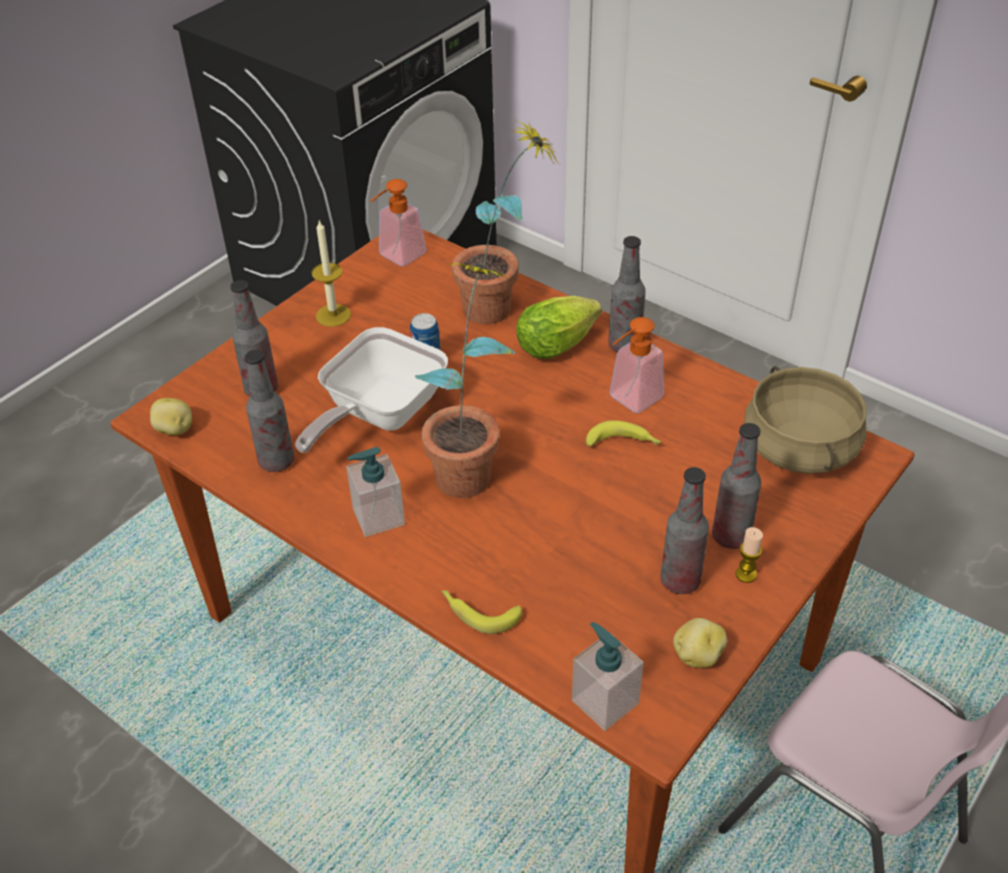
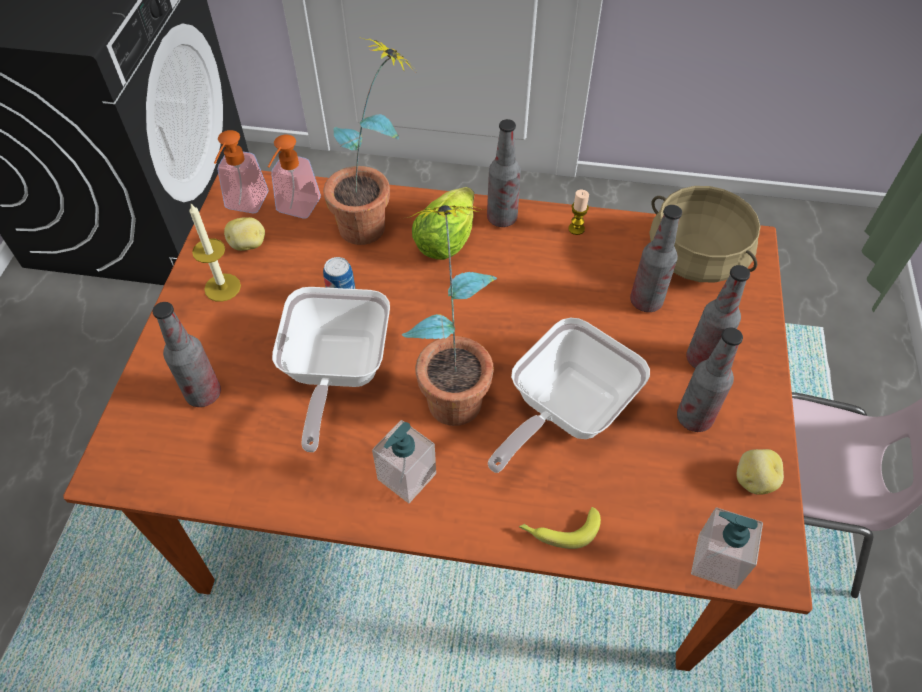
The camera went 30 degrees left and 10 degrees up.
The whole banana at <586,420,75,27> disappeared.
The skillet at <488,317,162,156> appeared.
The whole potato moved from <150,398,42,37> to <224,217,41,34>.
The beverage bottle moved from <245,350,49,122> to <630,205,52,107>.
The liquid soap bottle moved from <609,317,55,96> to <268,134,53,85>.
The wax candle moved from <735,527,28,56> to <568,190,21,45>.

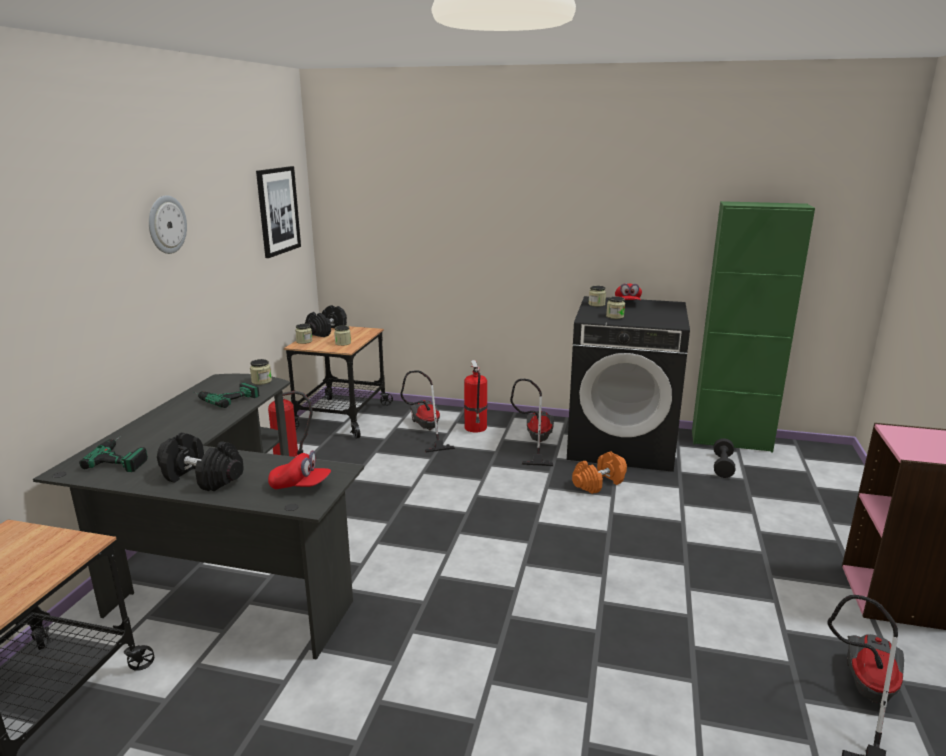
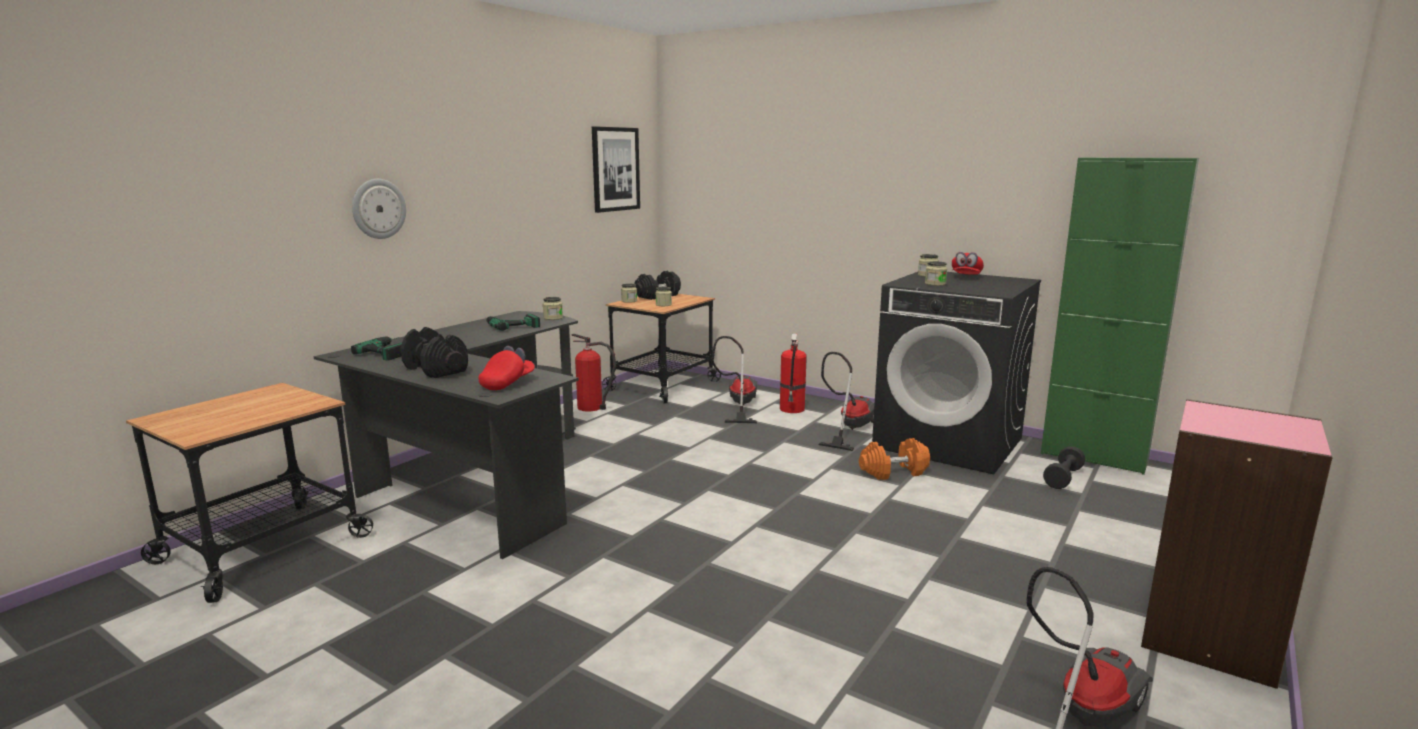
The camera went 20 degrees right and 5 degrees down.
The hanging clock moved from <149,195,38,59> to <352,179,54,60>.
The cap/reddish at <268,450,63,39> turned 90 degrees counterclockwise.

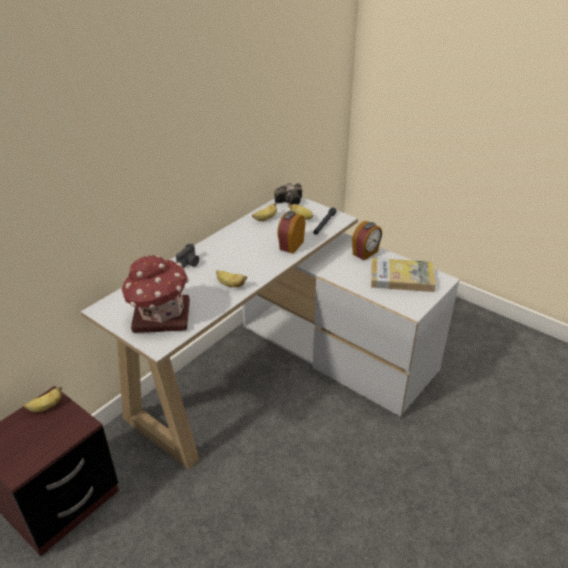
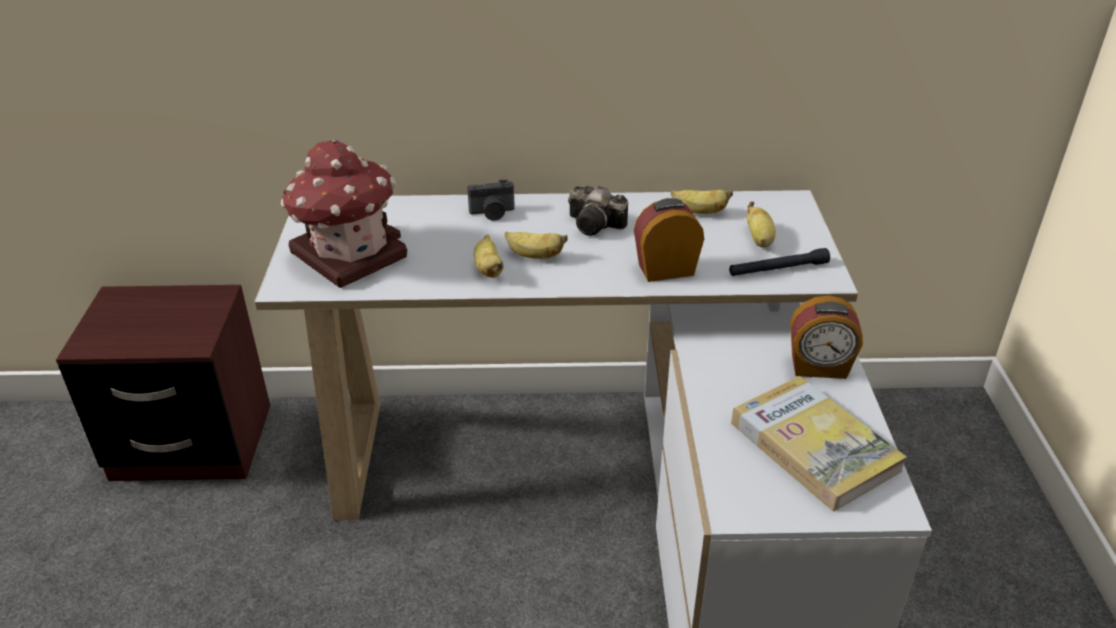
The camera went 50 degrees right and 0 degrees up.
The whole banana moved from <23,386,39,26> to <505,232,63,27>.
The still camera moved from <275,183,27,22> to <568,186,60,50>.

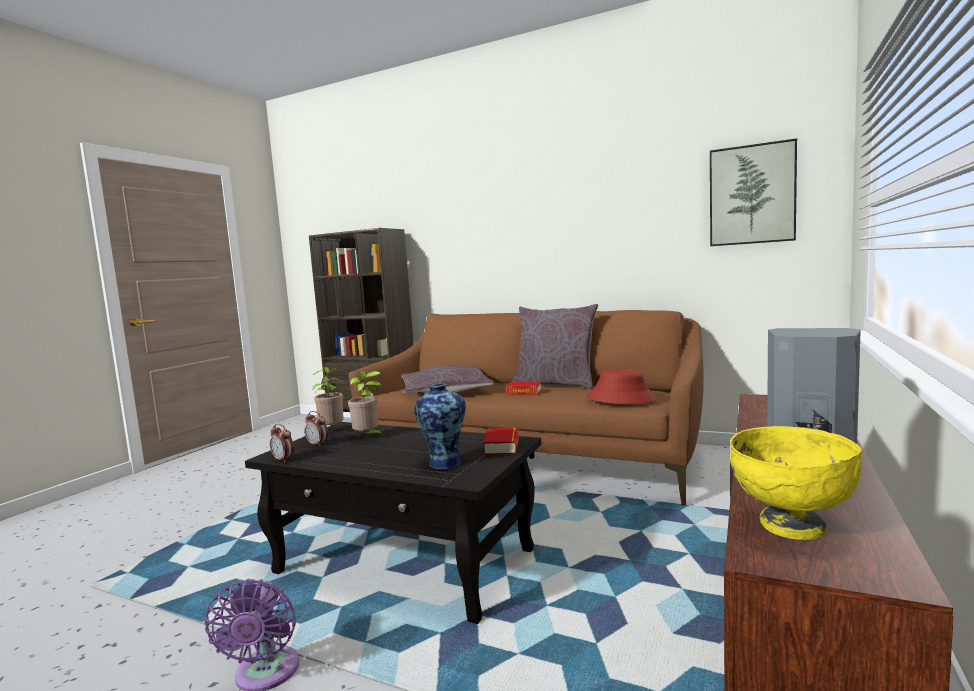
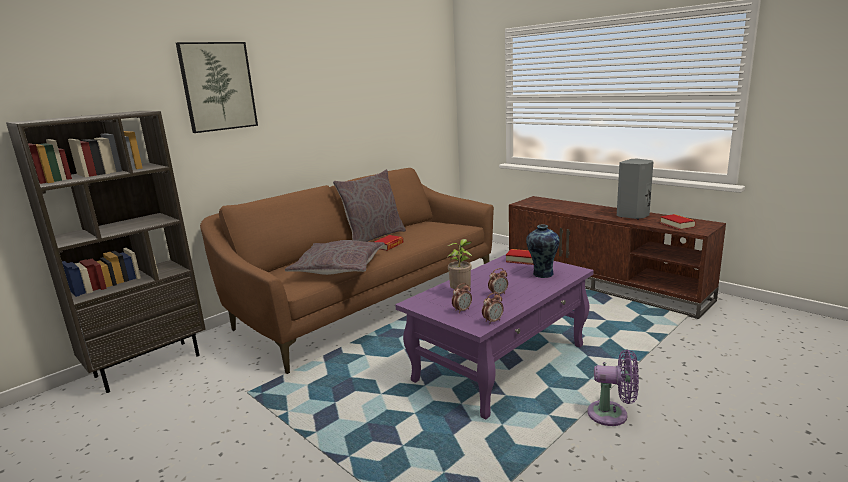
The camera went 70 degrees left and 10 degrees up.
The plant in a pot at <313,366,31,60> disappeared.
The wearable hat/reddish at <587,369,70,35> disappeared.
The bedside clock at <488,268,20,28> appeared.
The picture moved from <710,138,87,108> to <176,42,82,91>.
The serving bowl/yellow-coloured at <730,426,132,114> was replaced by the book at <660,214,36,16>.
The low table/black at <245,422,297,202> became the low table/purple at <395,255,199,164>.

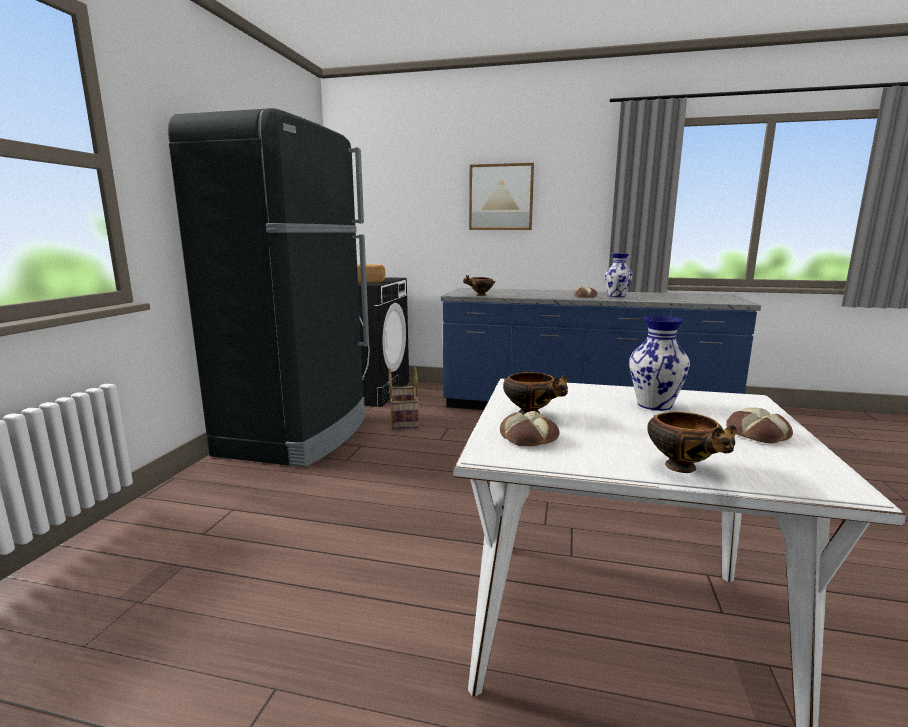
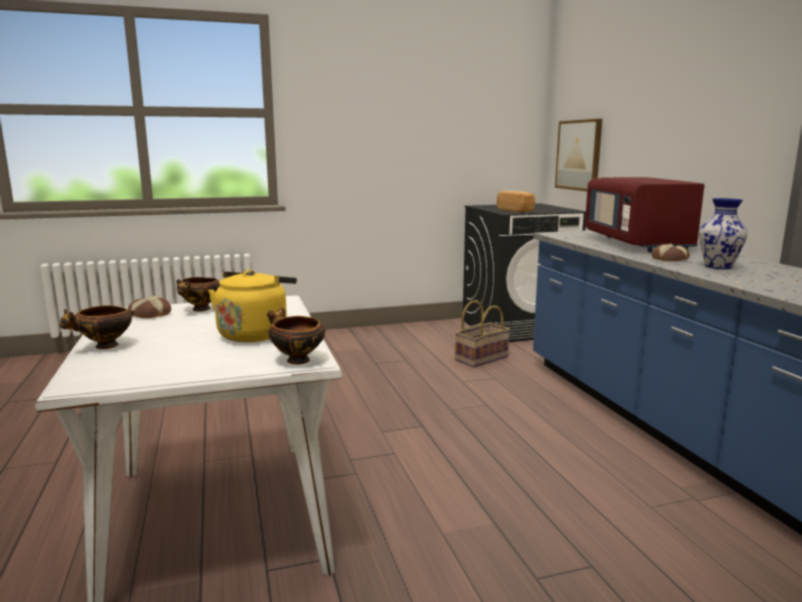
The camera went 60 degrees right and 0 degrees up.
The kitchen fridge/black at <168,108,201,359> disappeared.
The bread at <726,408,67,36> disappeared.
The kitchen microwave/reddish at <585,177,119,75> appeared.
The serving bowl moved from <463,275,33,21> to <267,308,58,57>.
The picture moved from <469,163,65,67> to <555,119,47,72>.
The vase at <629,316,61,95> was replaced by the kettle/yellow-coloured at <208,270,89,72>.

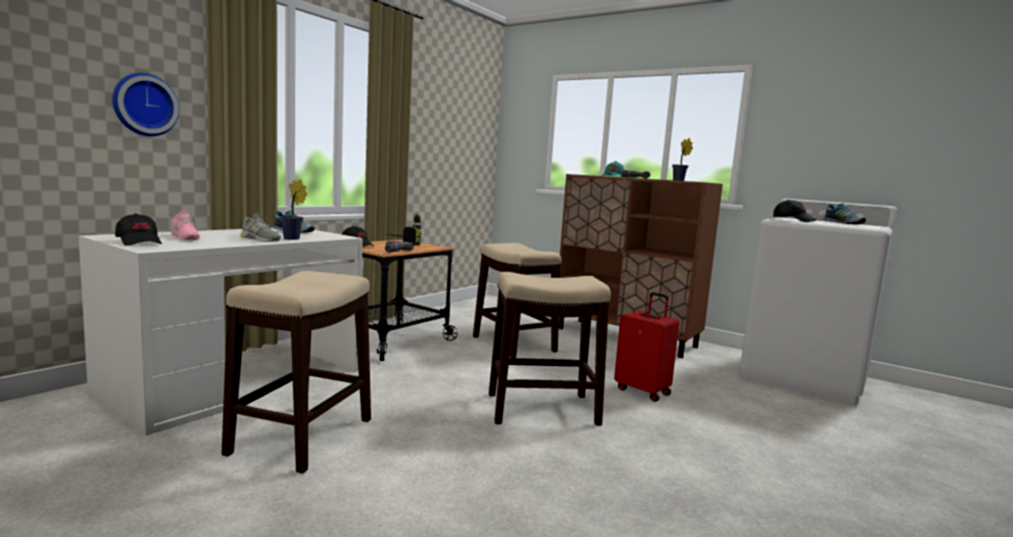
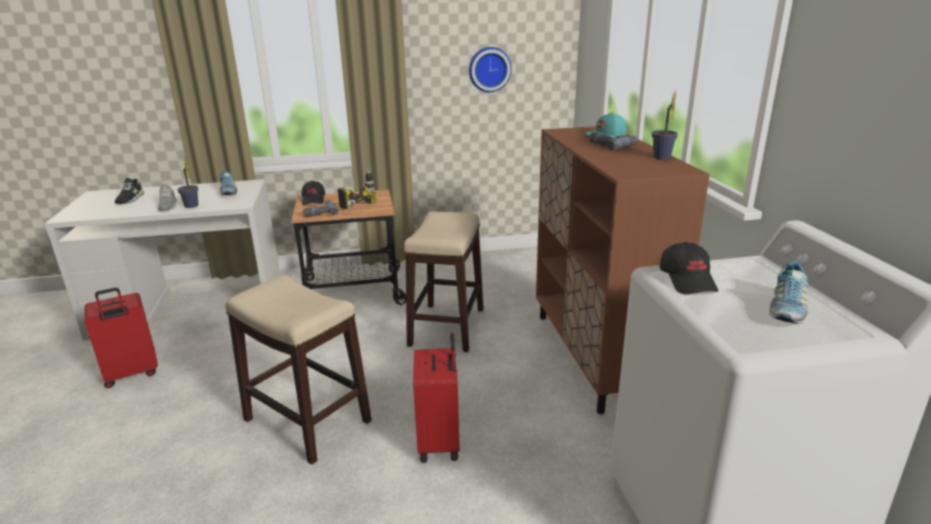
The camera went 45 degrees right and 15 degrees up.
The cap/black at <115,213,47,33> disappeared.
The hanging clock moved from <112,73,67,63> to <469,47,43,45>.
The stool at <222,271,149,203> was replaced by the suitcase/reddish at <84,288,74,100>.
The low shoe/pink-coloured at <171,211,29,29> became the low shoe/black at <115,178,29,26>.

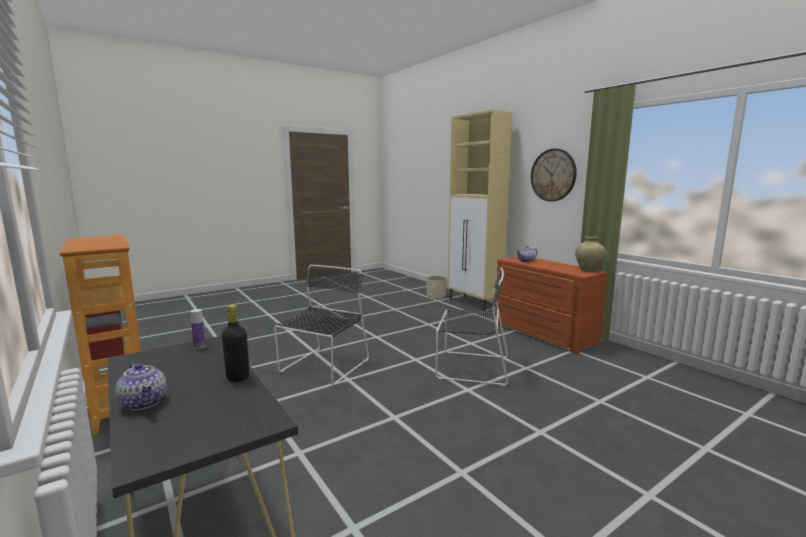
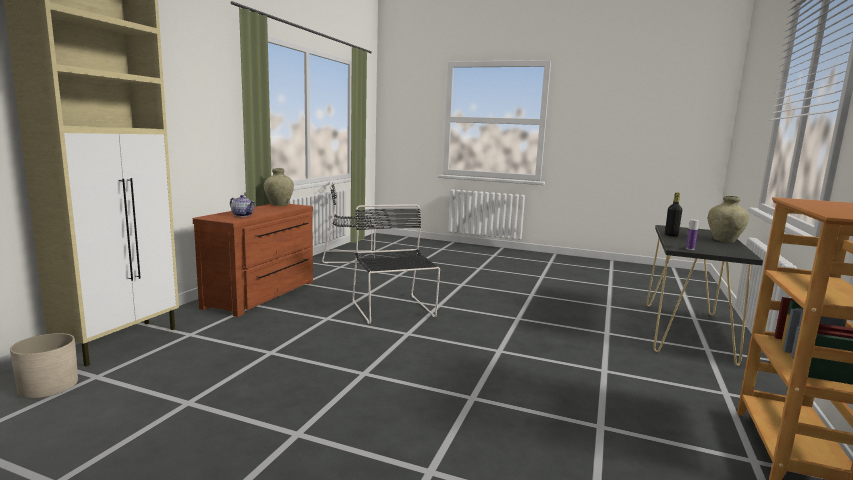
The camera went 125 degrees left and 0 degrees up.
The hanging clock at <531,149,46,53> disappeared.
The plain chair/black moved from <274,265,95,120> to <322,182,53,81>.
The tea pot at <115,363,52,47> was replaced by the vase/beige-coloured at <708,196,41,46>.

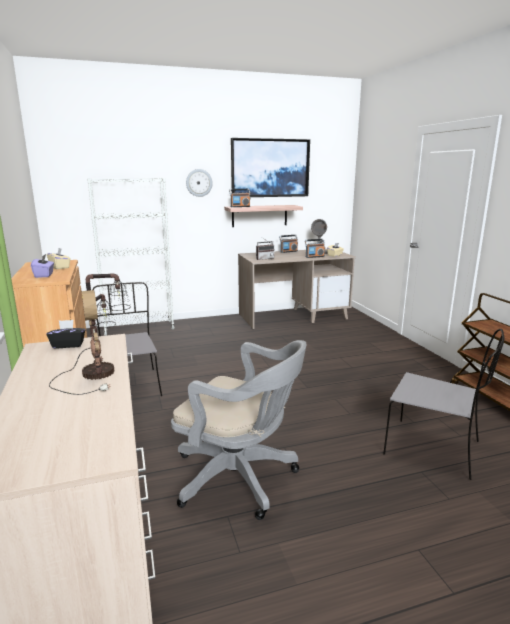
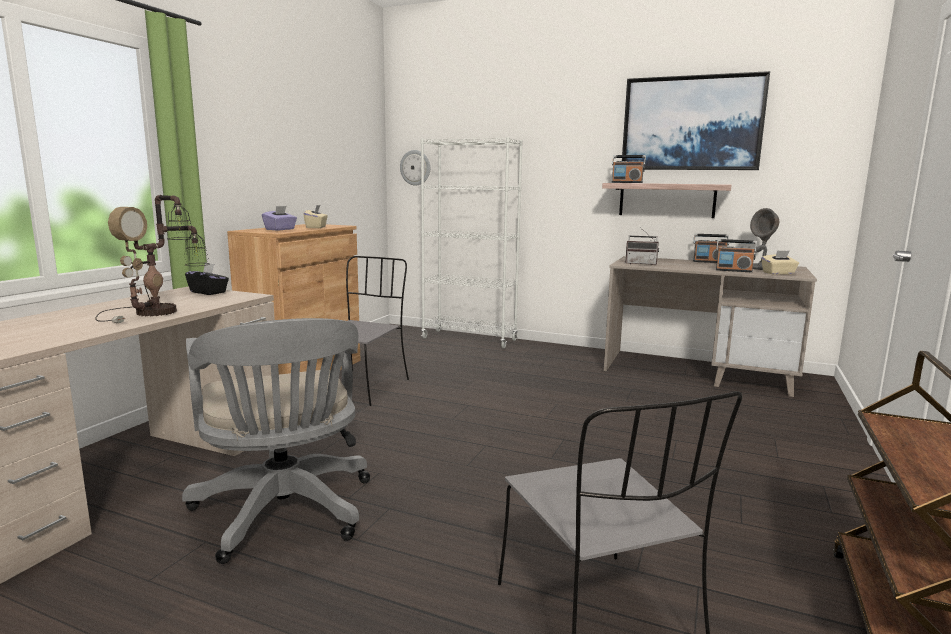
The camera went 40 degrees right and 5 degrees down.
The hanging clock moved from <186,169,27,28> to <400,150,30,35>.

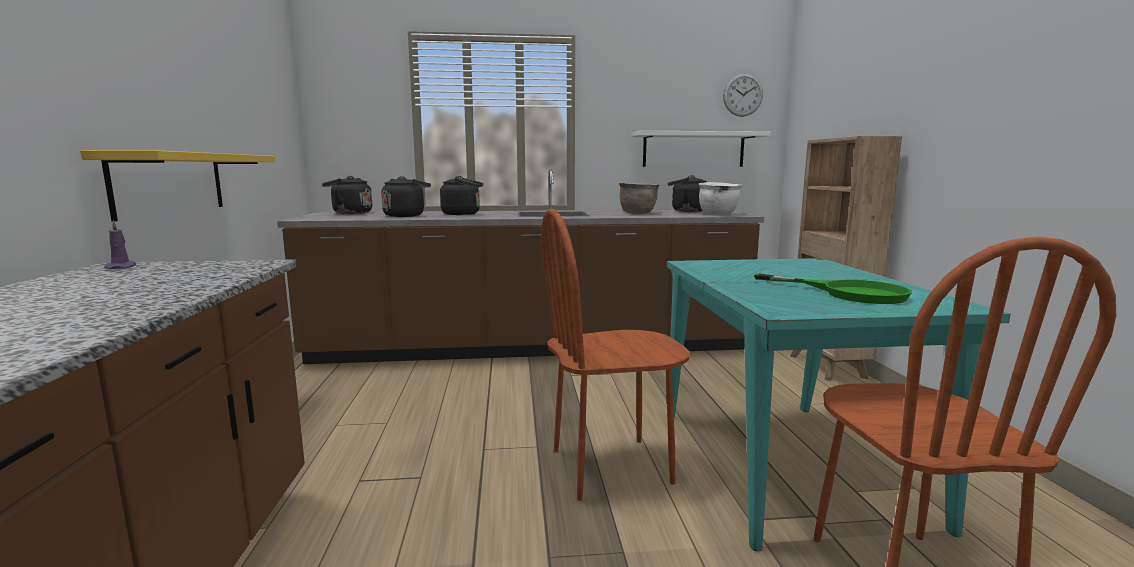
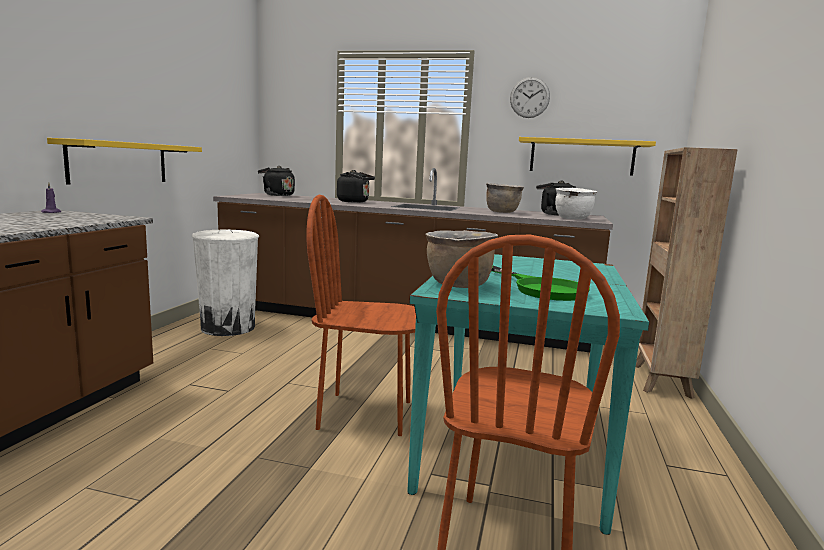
The camera went 20 degrees right and 0 degrees up.
The kettle/black at <381,176,50,41> disappeared.
The trash can/whitish at <191,229,68,107> appeared.
The saucepot/brown-coloured at <425,230,73,58> appeared.
The hanging clock moved from <723,73,40,44> to <510,77,40,41>.
The wall shelf/whitish at <631,131,140,36> became the wall shelf/yellow-coloured at <519,137,137,39>.

